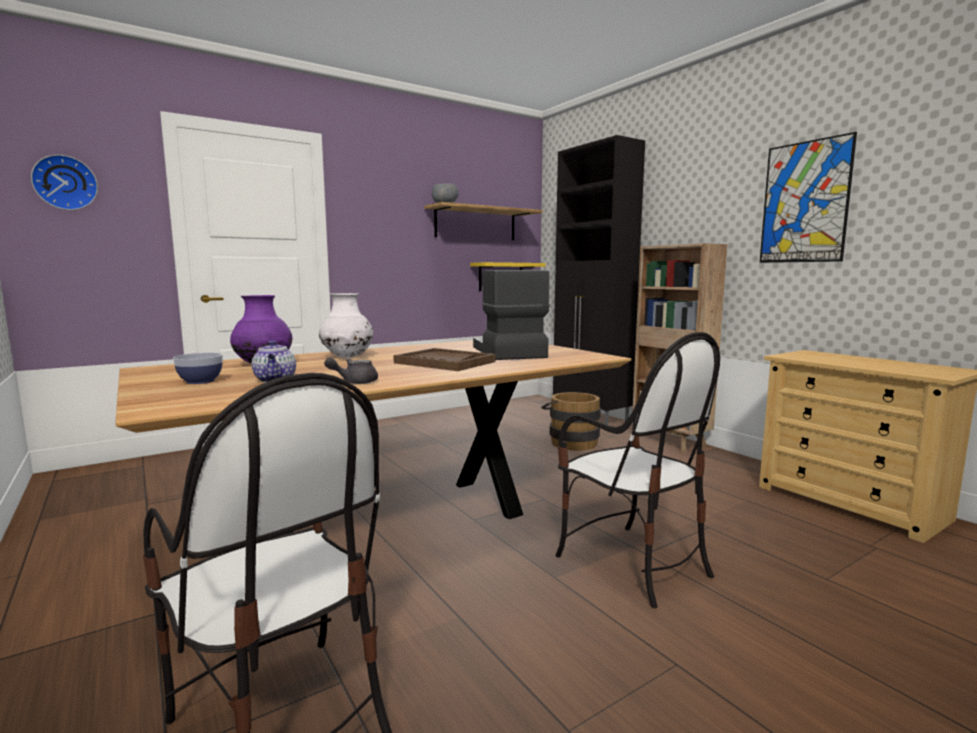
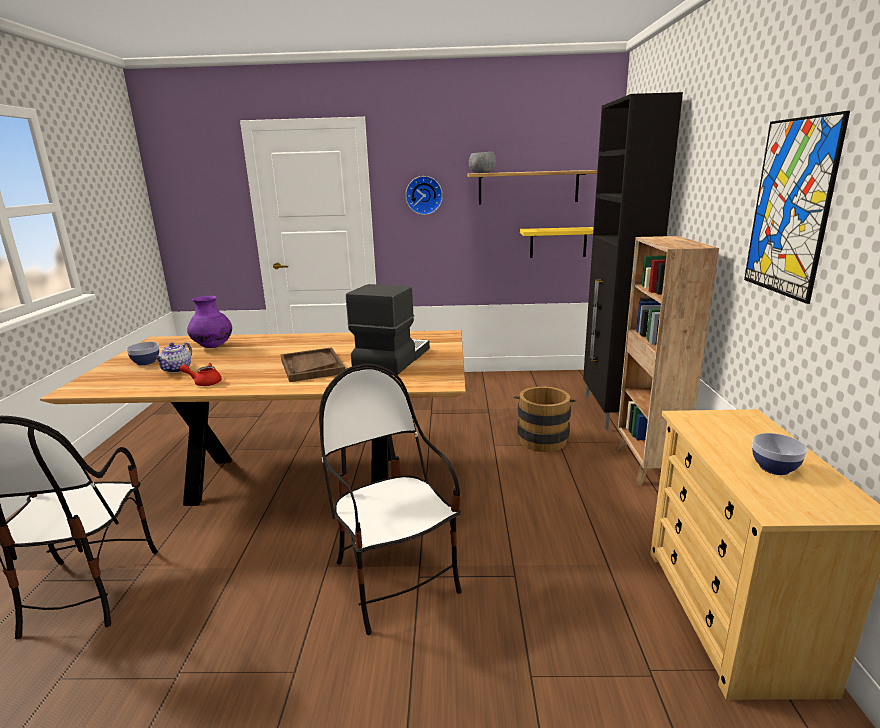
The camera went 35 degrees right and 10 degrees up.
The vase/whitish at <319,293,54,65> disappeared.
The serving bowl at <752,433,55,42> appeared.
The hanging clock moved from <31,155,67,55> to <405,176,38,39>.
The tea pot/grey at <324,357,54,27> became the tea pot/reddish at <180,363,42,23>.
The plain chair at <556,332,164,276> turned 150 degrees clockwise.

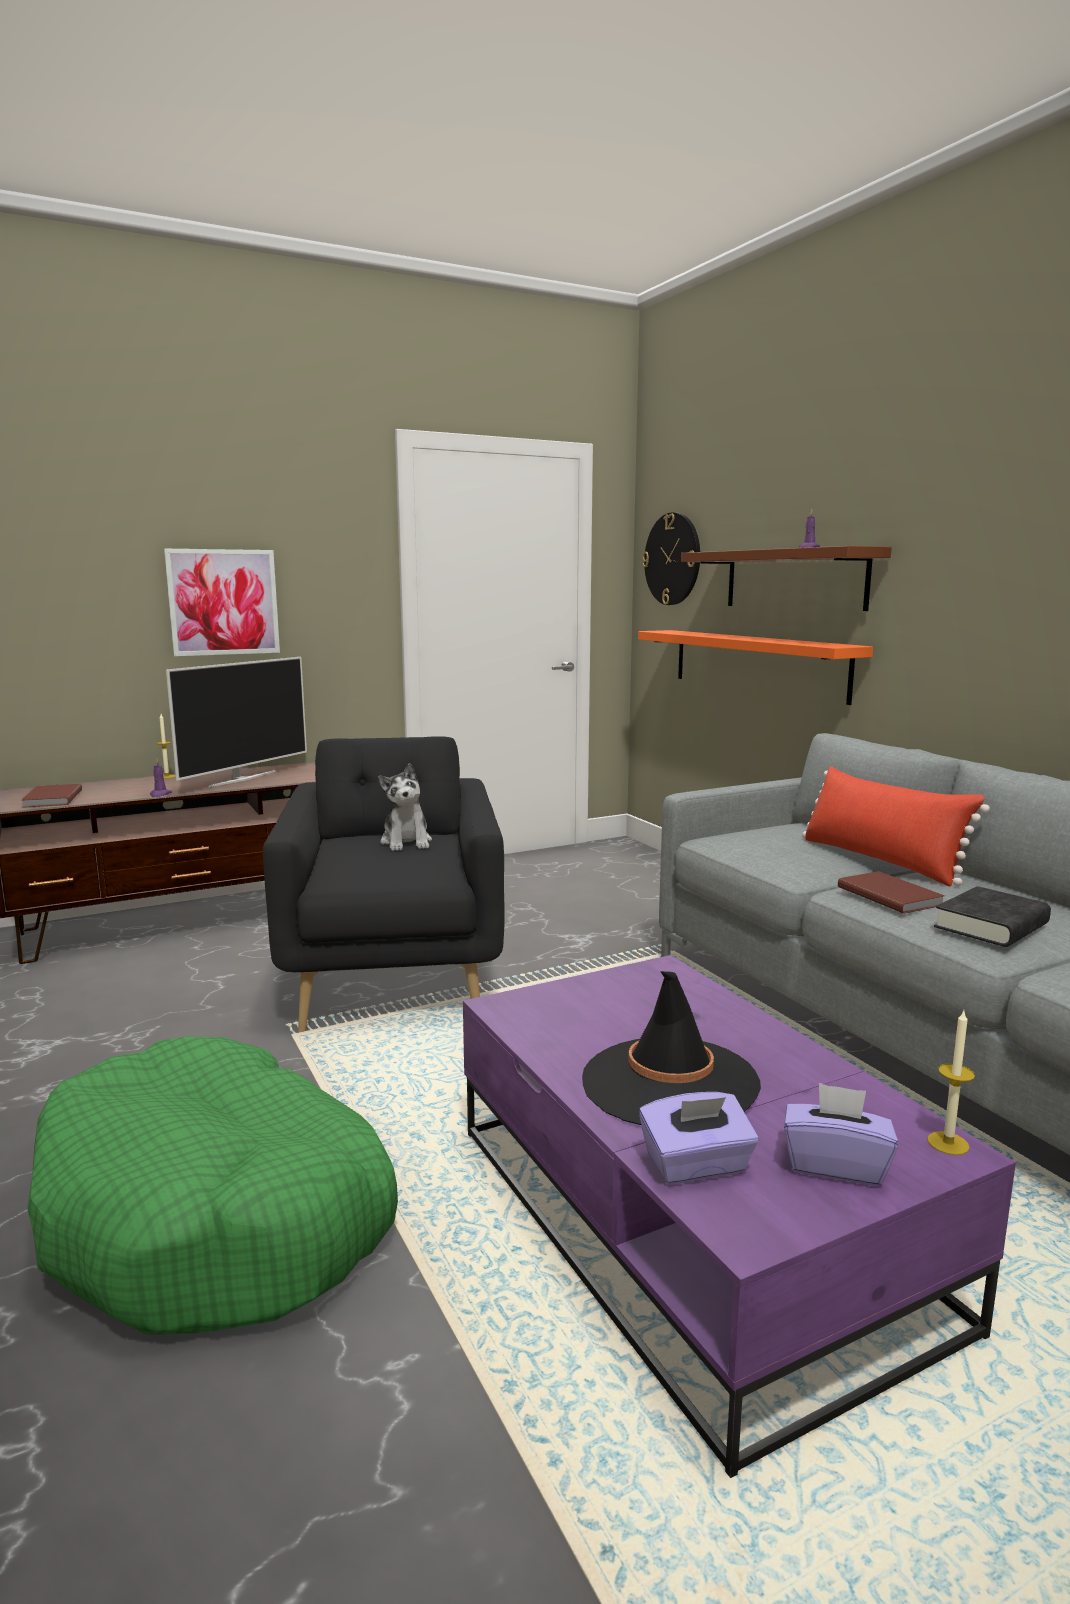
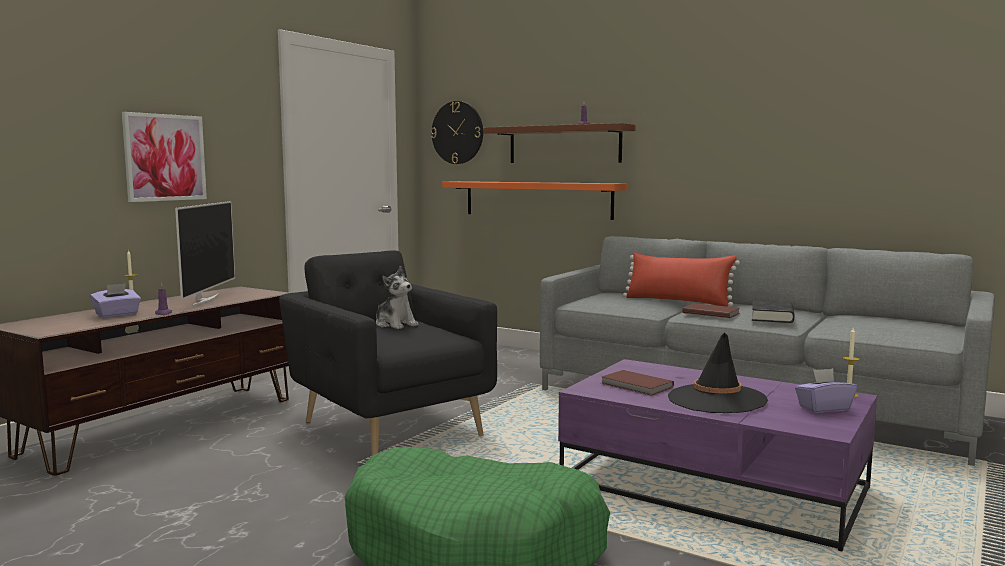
The camera went 30 degrees left and 5 degrees down.
The book/brown-coloured moved from <21,784,61,24> to <601,370,73,26>.
The tissue holder/purple moved from <639,1092,119,92> to <90,283,51,35>.

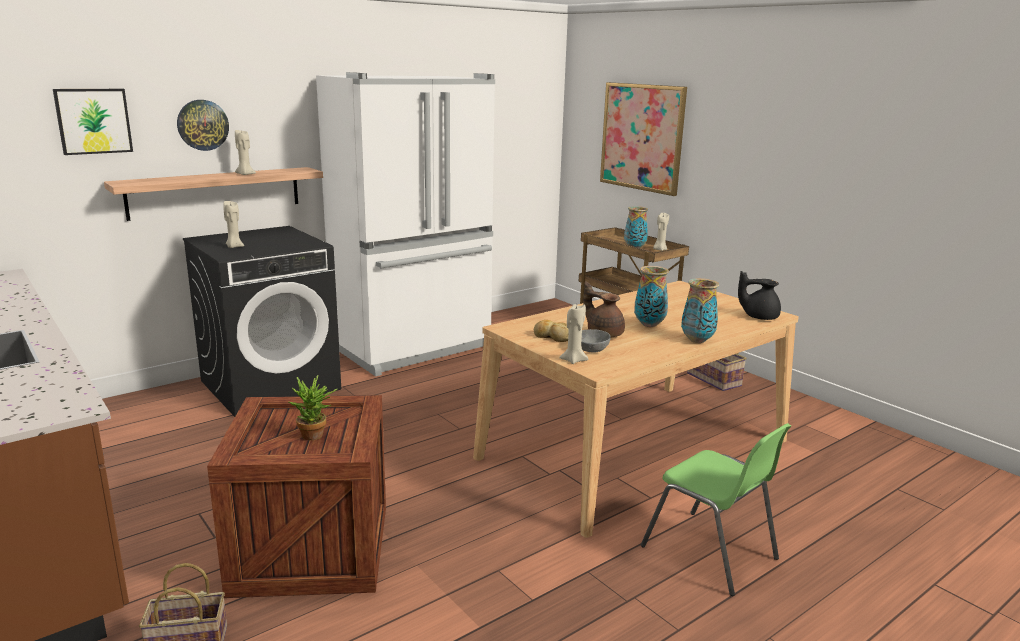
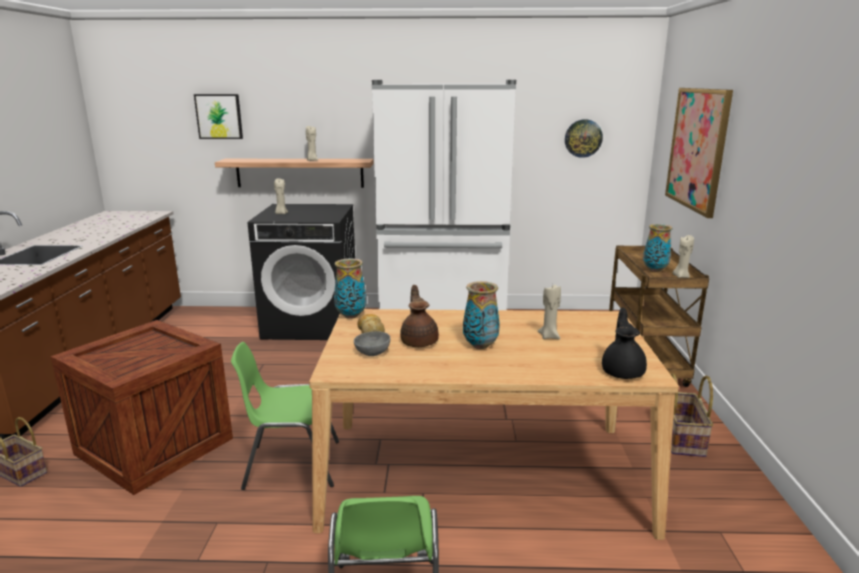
The camera went 40 degrees right and 0 degrees up.
The plant in a pot at <289,375,49,65> disappeared.
The plain chair/green at <231,342,108,148> appeared.
The hanging clock moved from <177,100,52,51> to <565,119,38,39>.
The wax candle/beige-coloured moved from <559,304,29,60> to <538,285,23,54>.
The vase moved from <681,278,38,65> to <334,258,33,61>.
The tea pot/black at <738,271,43,49> turned 45 degrees clockwise.

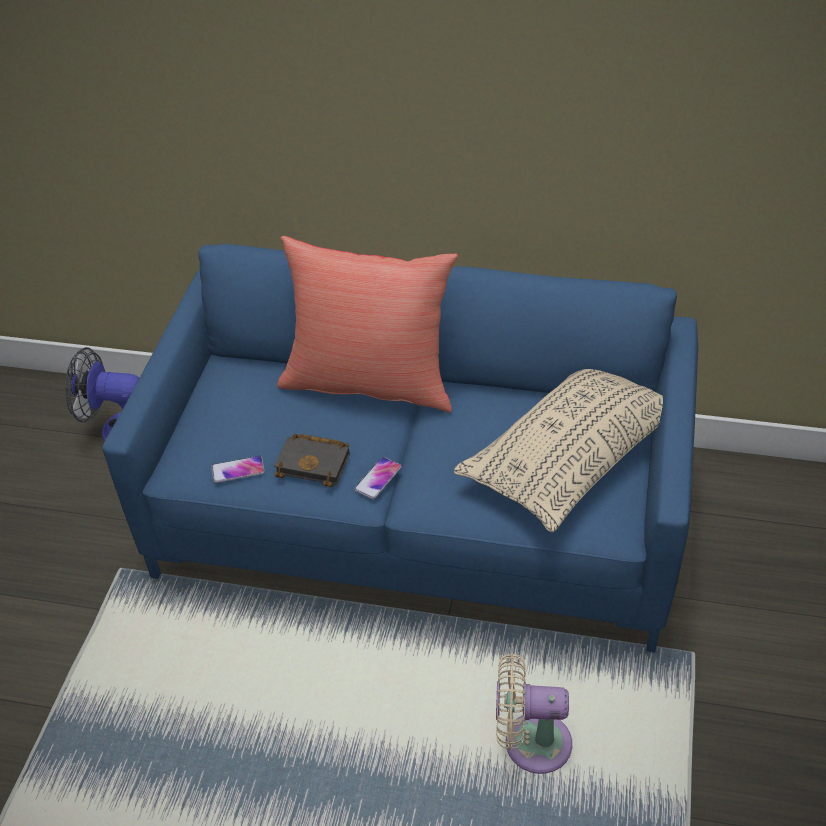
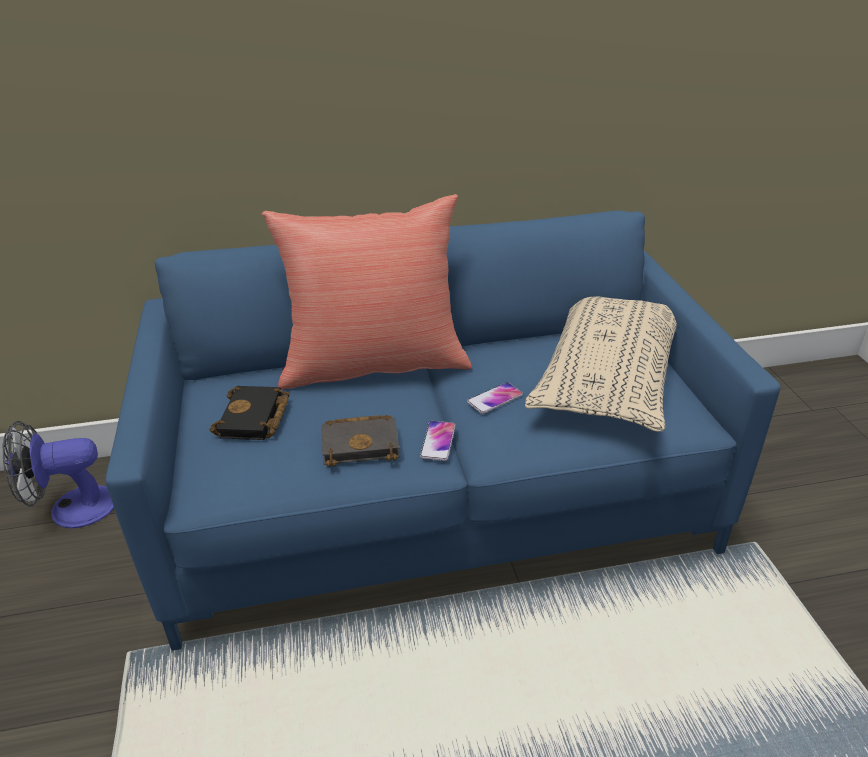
The camera went 25 degrees left and 10 degrees down.
The fan/beige-coloured at <496,653,76,121> disappeared.
The book/black at <210,386,80,54> appeared.
The phone moved from <212,456,53,27> to <467,382,56,32>.

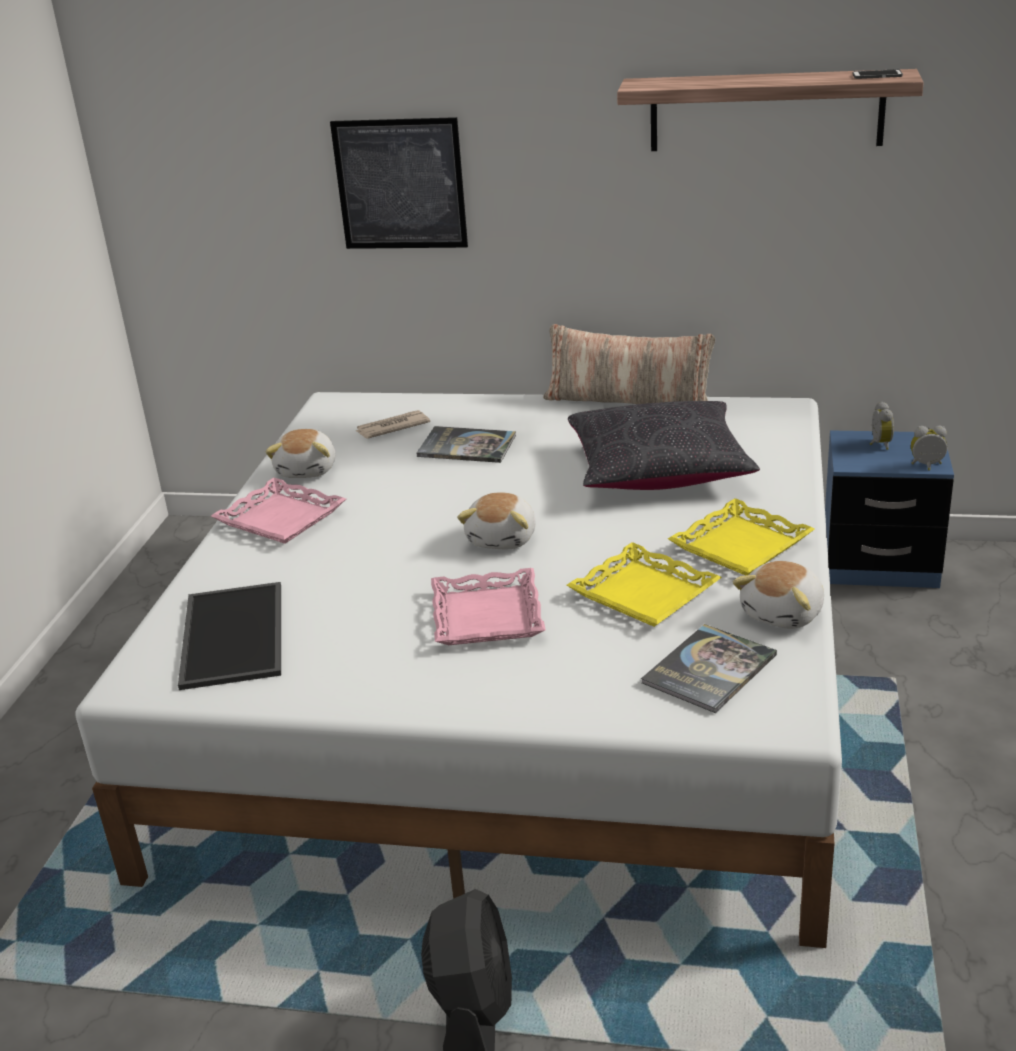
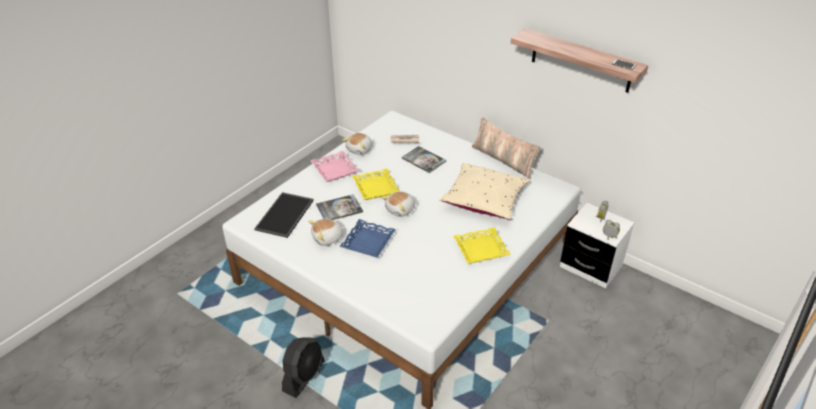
The camera went 25 degrees right and 10 degrees up.
The picture at <330,117,138,132> disappeared.
The tray/yellow-coloured moved from <567,542,155,85> to <352,168,48,32>.
The book moved from <641,624,136,89> to <316,194,47,26>.
The plush toy moved from <733,561,91,68> to <308,219,37,27>.
The tray/pink-coloured at <431,568,115,77> became the tray/blue at <339,219,57,39>.
The throw pillow/black at <568,401,192,89> became the throw pillow/beige-coloured at <440,163,89,56>.
The night table/blue at <825,430,129,158> became the night table/whitish at <560,203,74,86>.

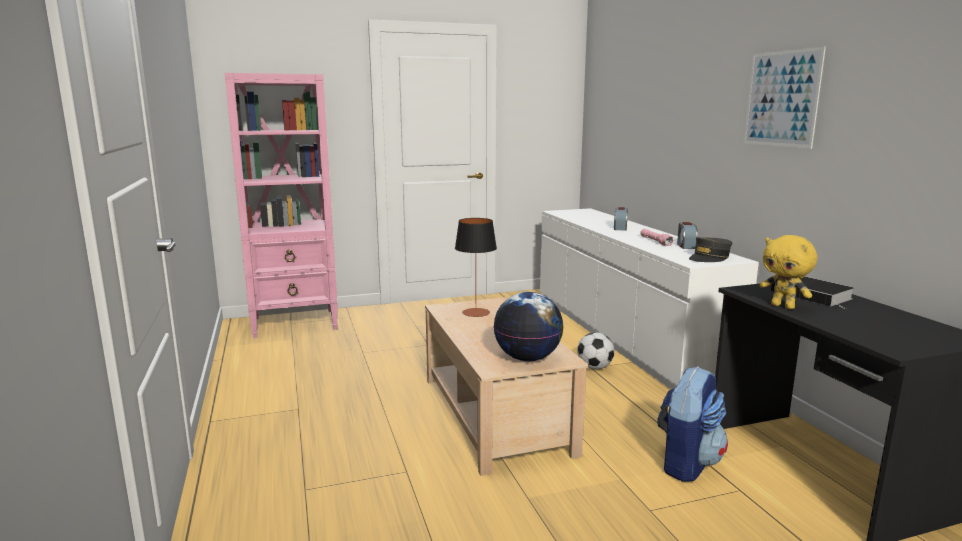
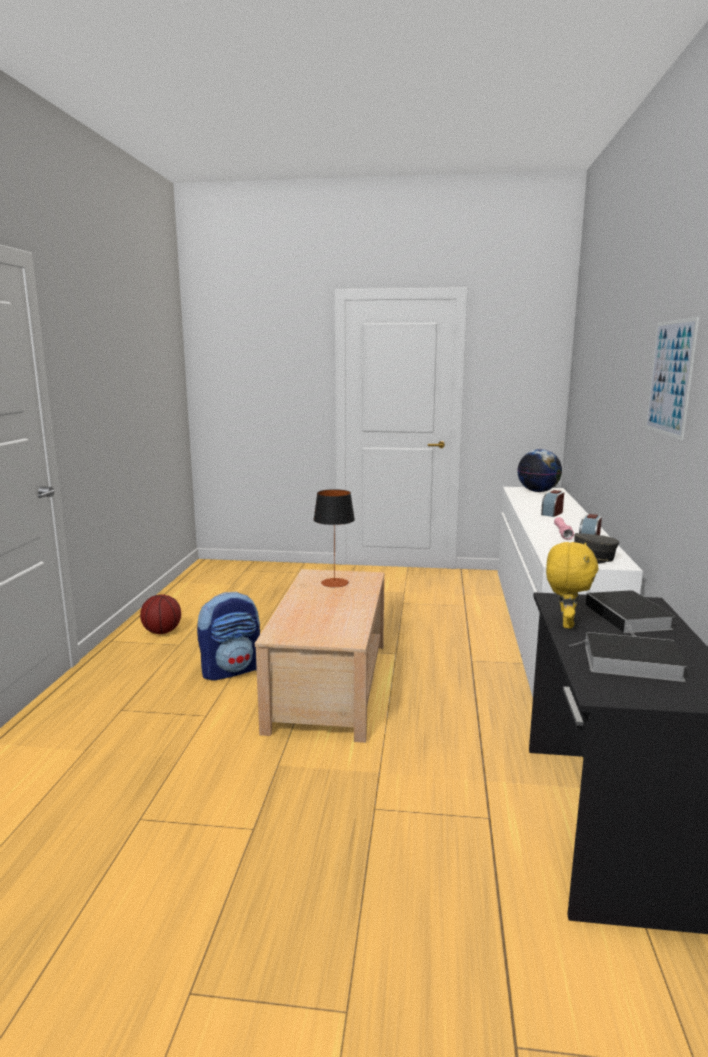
The camera went 25 degrees right and 0 degrees up.
The bookcase/pink-coloured at <224,73,114,265> disappeared.
The ball for football at <577,332,38,38> disappeared.
The ball for basketball at <140,594,41,40> appeared.
The book at <570,632,118,50> appeared.
The world globe moved from <493,292,71,69> to <517,449,45,43>.
The backpack moved from <657,366,71,116> to <197,592,63,89>.
The plush toy/yellow-coloured at <760,235,57,74> turned 150 degrees counterclockwise.

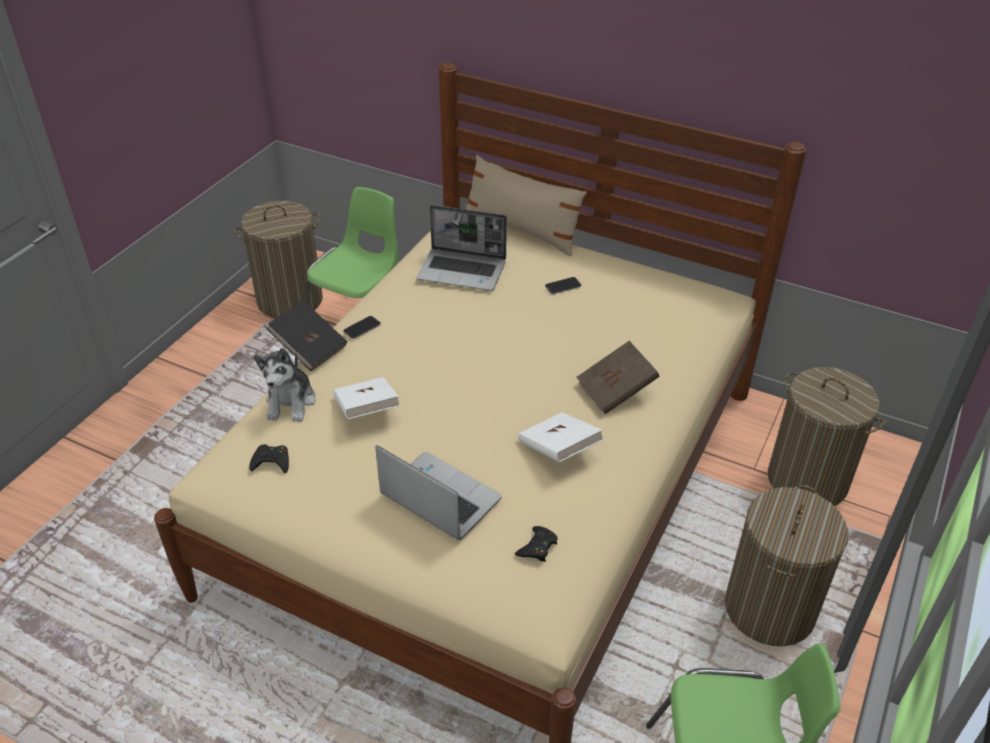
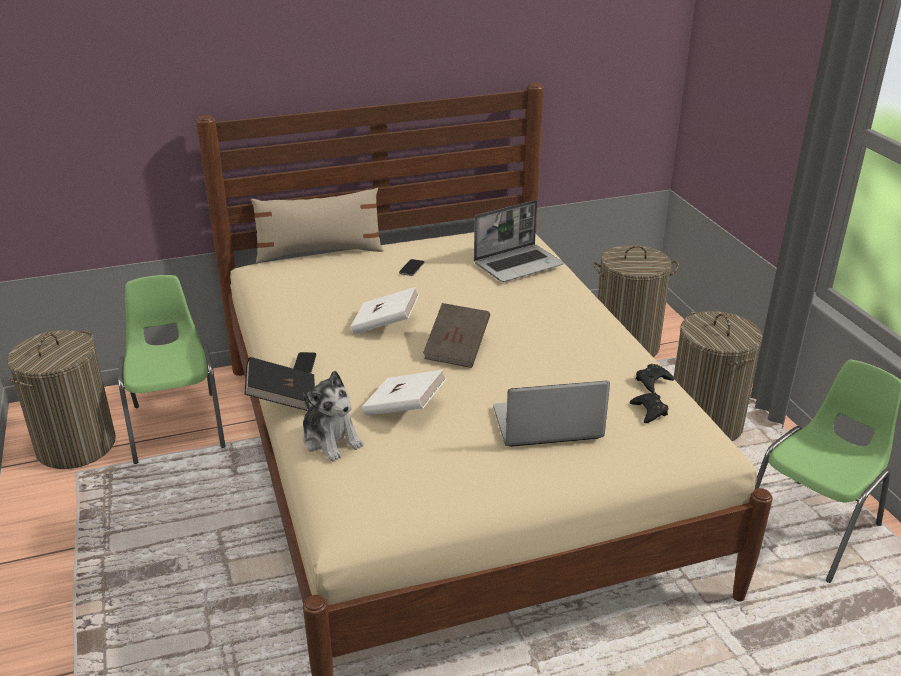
The camera went 45 degrees left and 10 degrees down.
The gamepad/black moved from <249,444,40,29> to <636,364,38,29>.
The laptop moved from <417,205,90,86> to <474,200,90,82>.
The book/whitish moved from <518,412,86,50> to <351,287,68,47>.
The book/brown-coloured moved from <576,341,84,73> to <423,303,67,65>.

